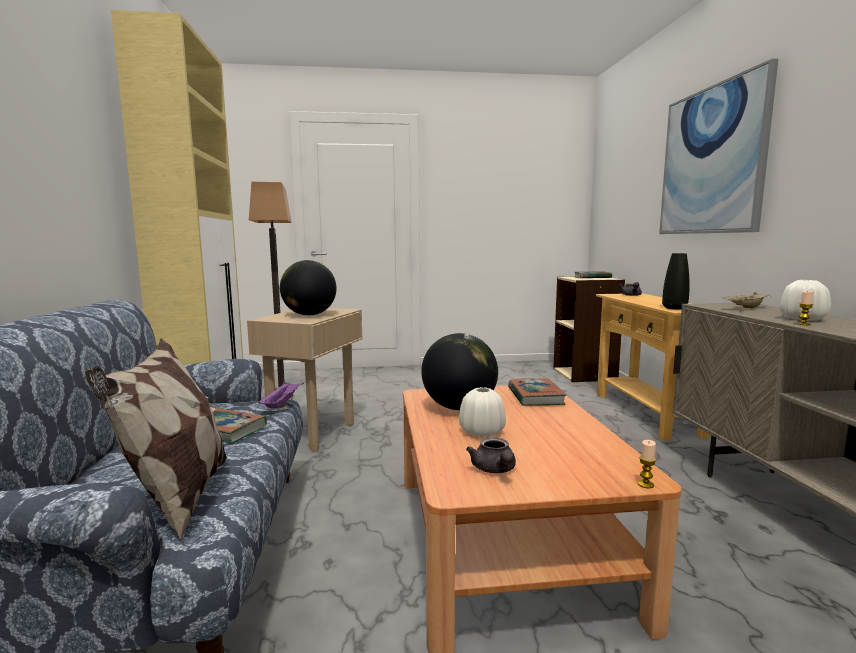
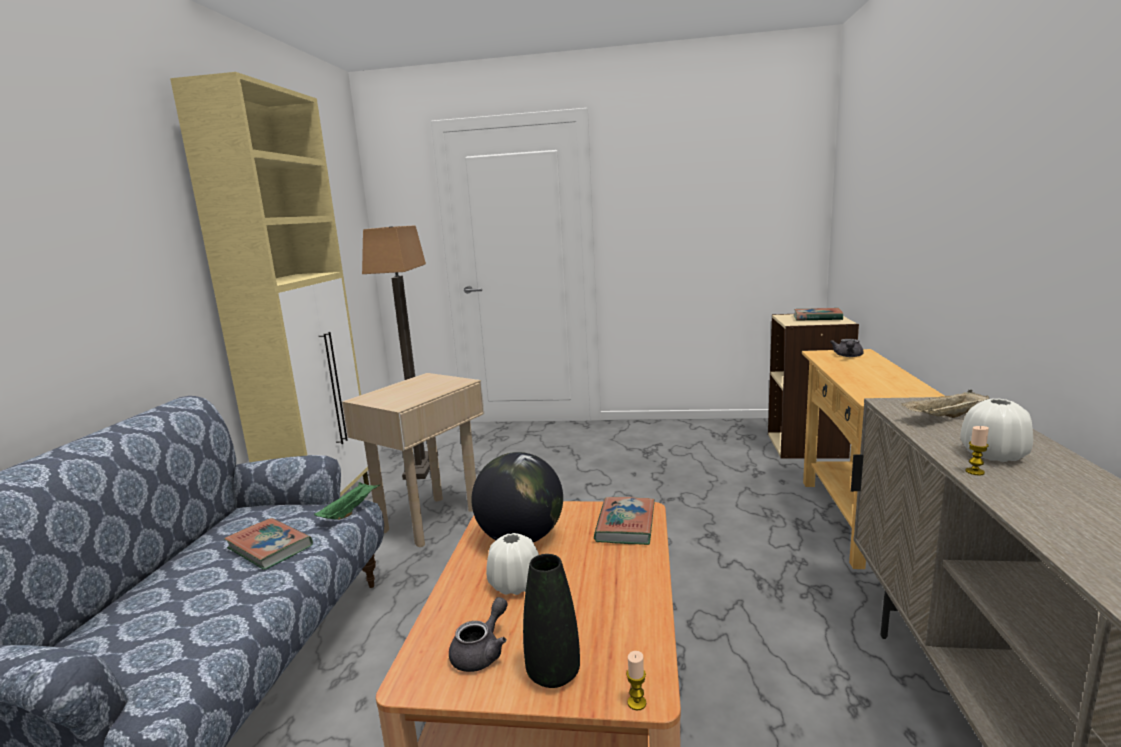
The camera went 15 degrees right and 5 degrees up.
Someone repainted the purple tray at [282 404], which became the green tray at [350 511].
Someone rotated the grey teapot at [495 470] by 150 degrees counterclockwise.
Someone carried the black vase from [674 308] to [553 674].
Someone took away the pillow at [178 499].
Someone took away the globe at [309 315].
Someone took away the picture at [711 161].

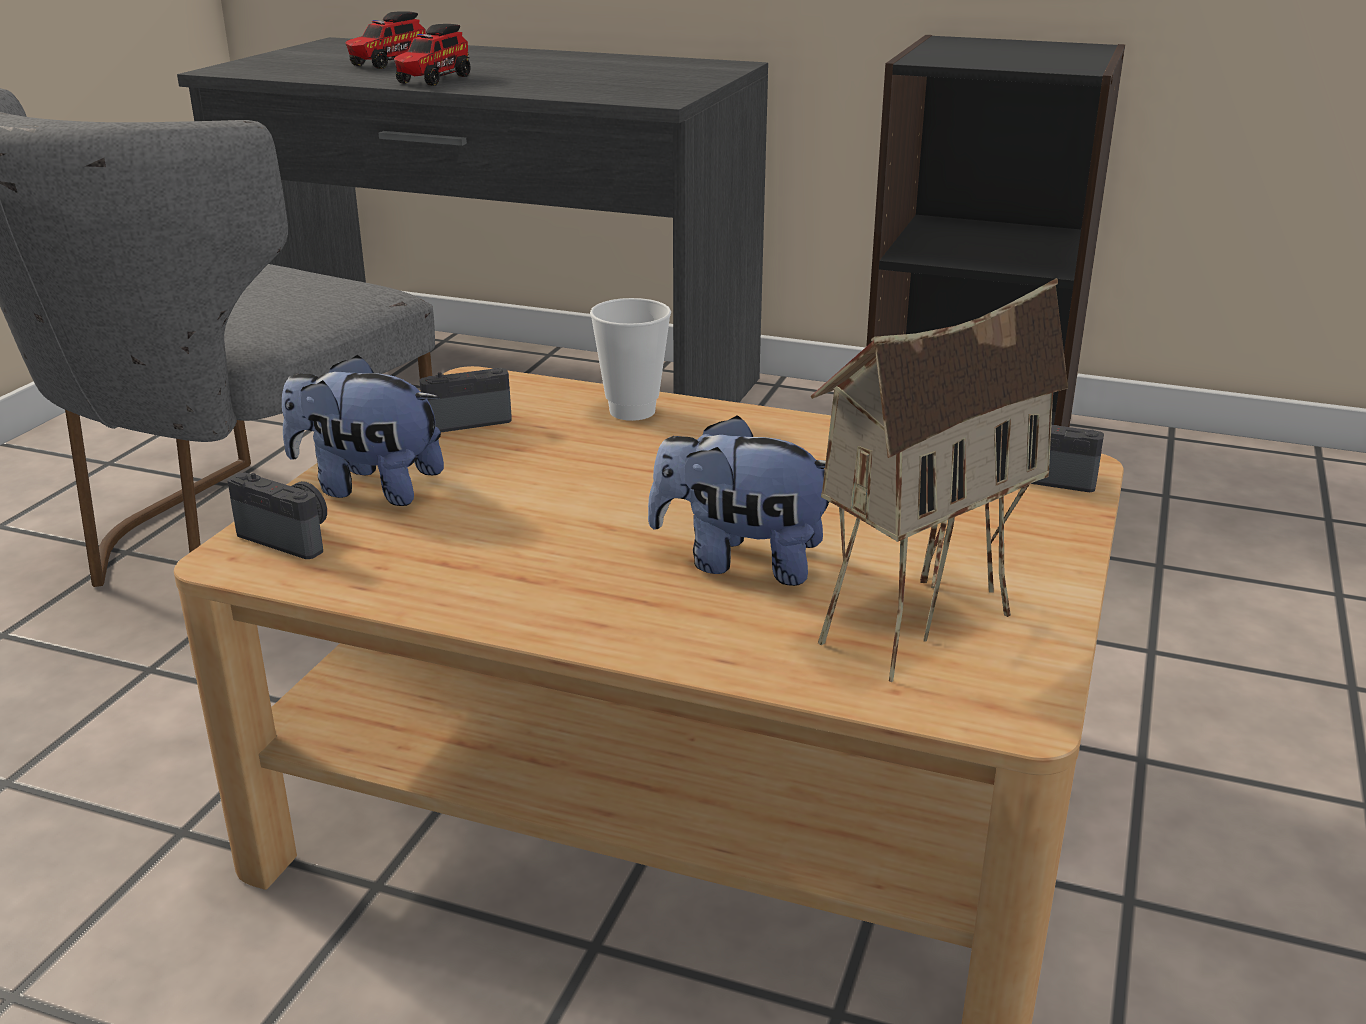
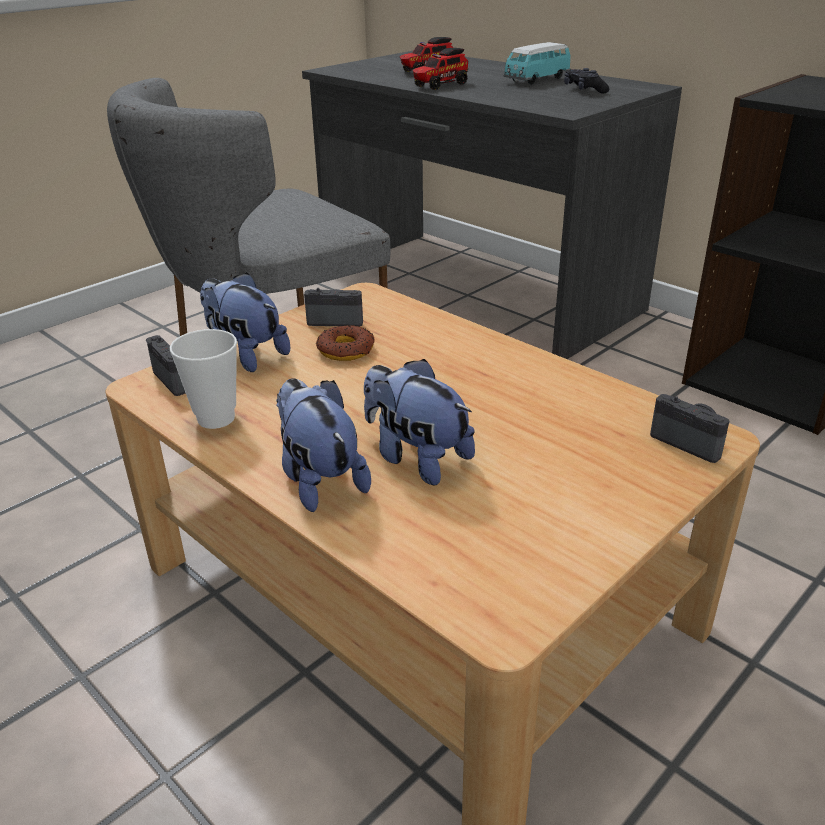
The camera went 25 degrees right and 5 degrees up.
Someone carried the cup from [632 411] to [216 418].
Someone put down the plush toy at [319 480].
Someone put down the donut at [346 350].
Someone put down the toy car at [537 80].
Someone put down the black game controller at [584 90].
Someone took away the toy house at [916 615].

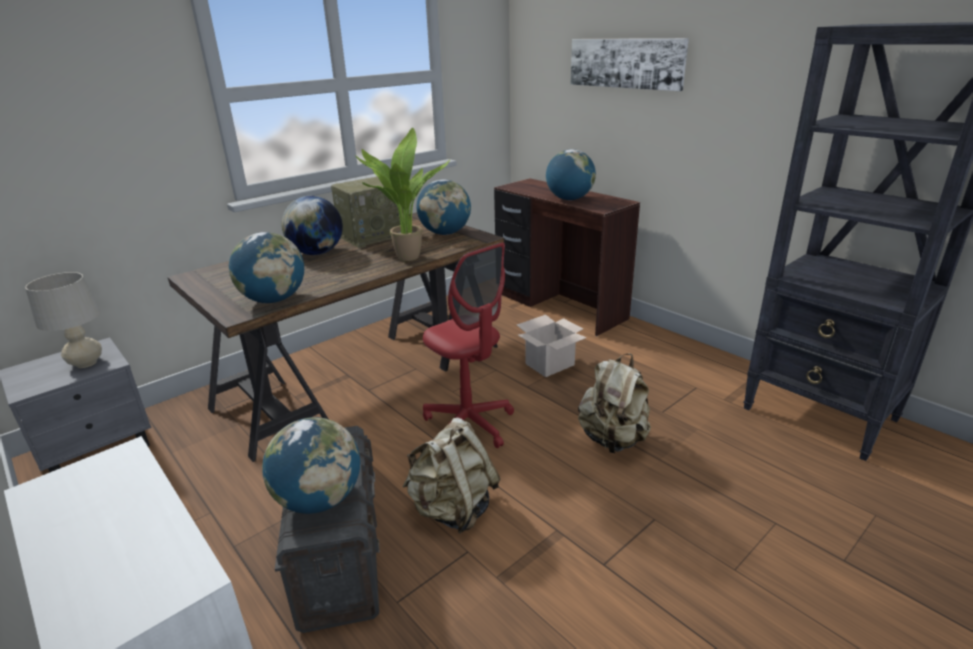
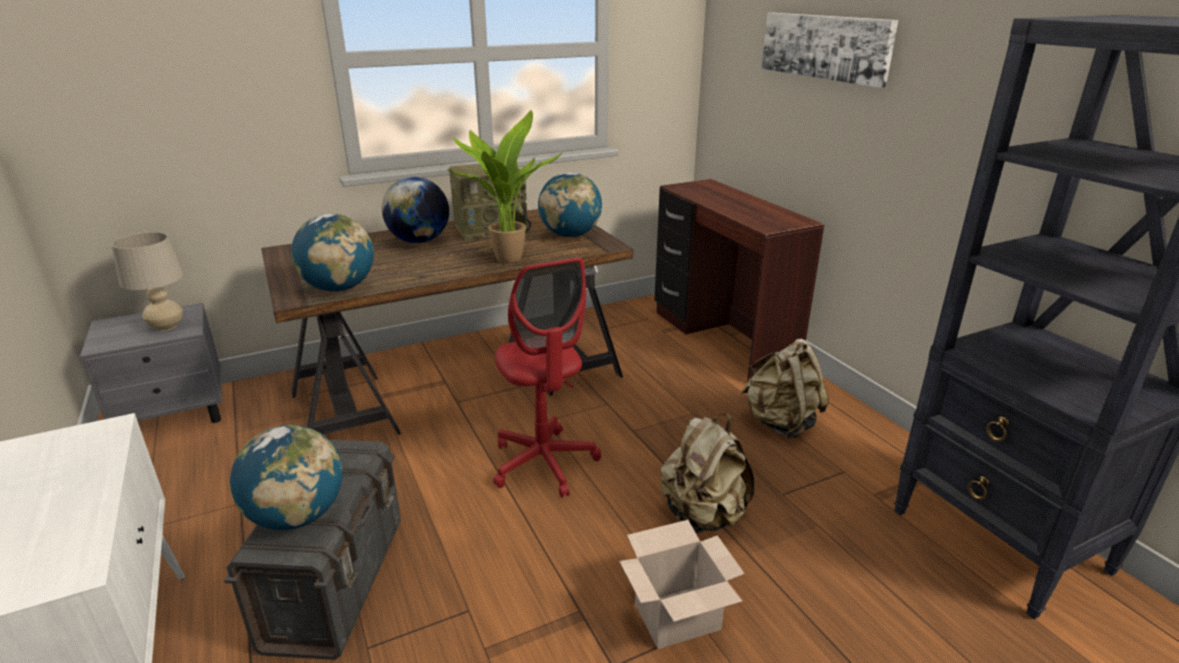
The camera went 15 degrees right and 0 degrees up.
Someone carried the cardboard box from [549 365] to [676 618].
Someone carried the beige backpack from [453 509] to [780 423].
Someone took away the globe at [569 199].

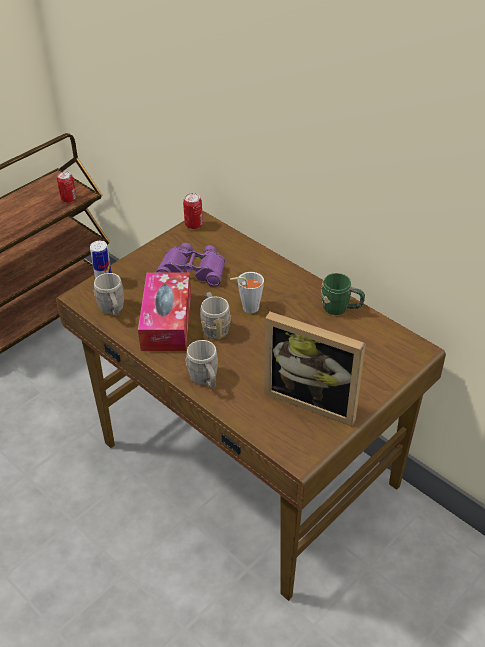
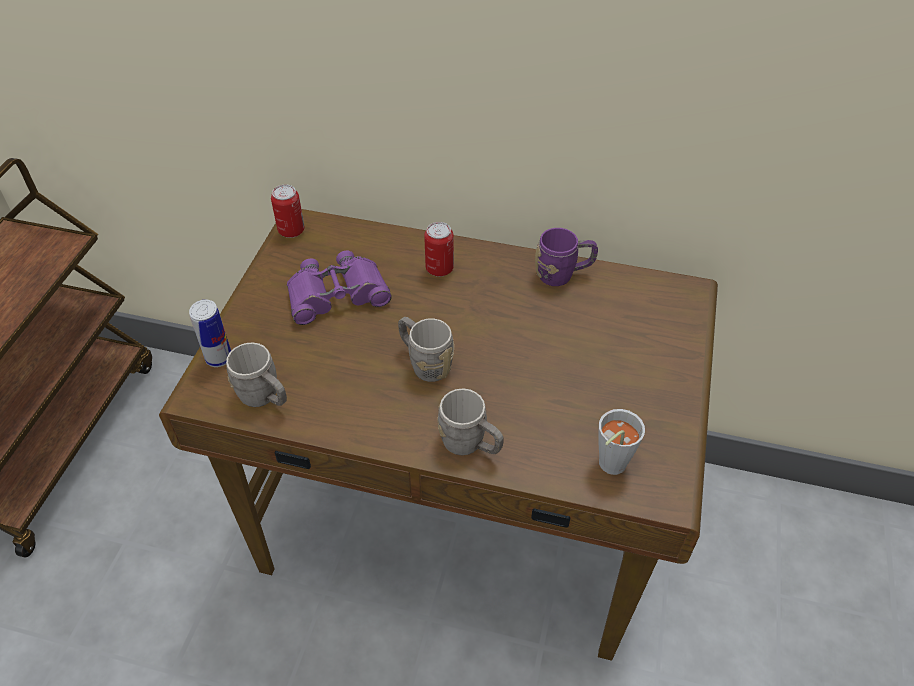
The camera went 30 degrees left and 5 degrees up.
Someone carried the can from [69 199] to [439 269].
Someone repainted the green mug at [341 309], which became the purple mug at [563 274].
Someone carried the grey cup from [246 308] to [608 467].
Someone took away the tissue box at [166 321].
Someone took away the picture frame at [313 398].

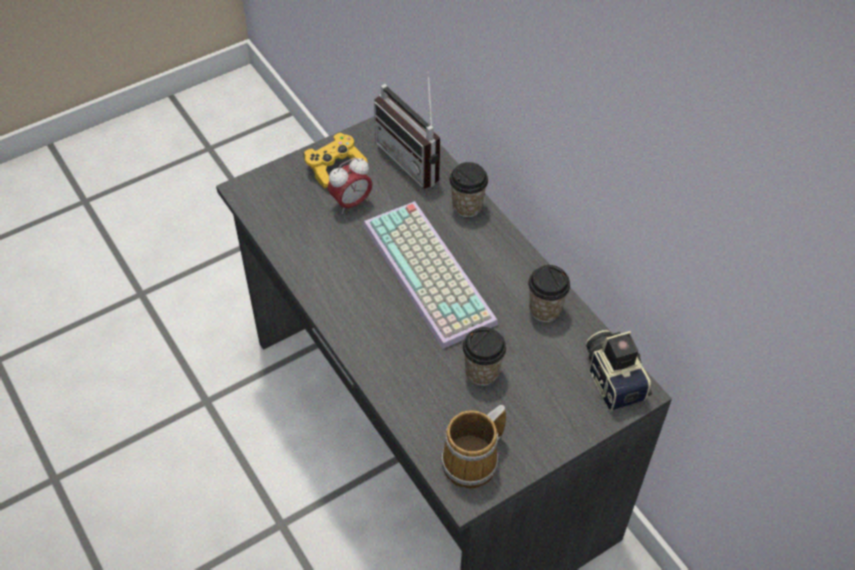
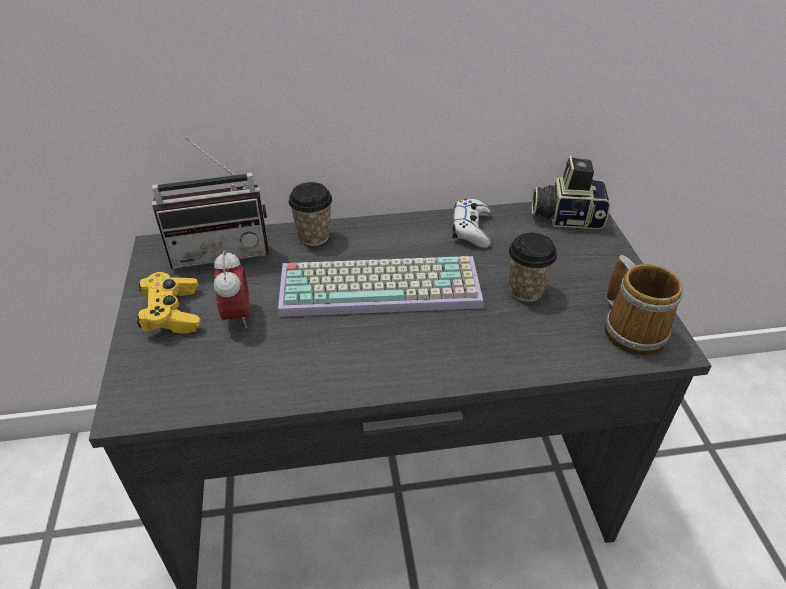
The camera went 65 degrees left and 10 degrees down.
Someone swapped the cup at [545 310] for the white game controller at [471 229].

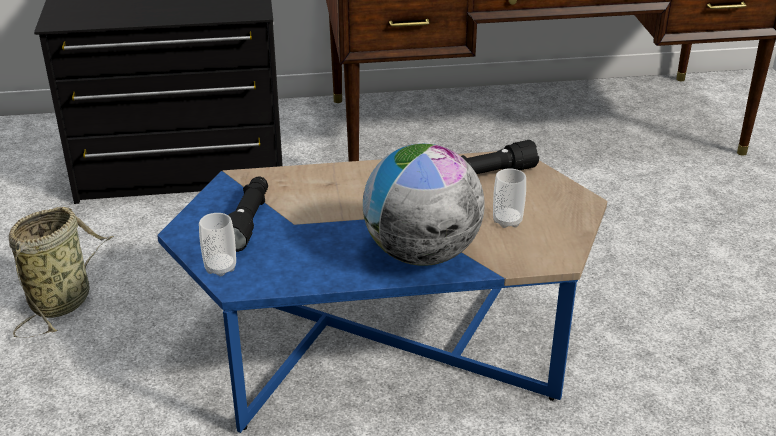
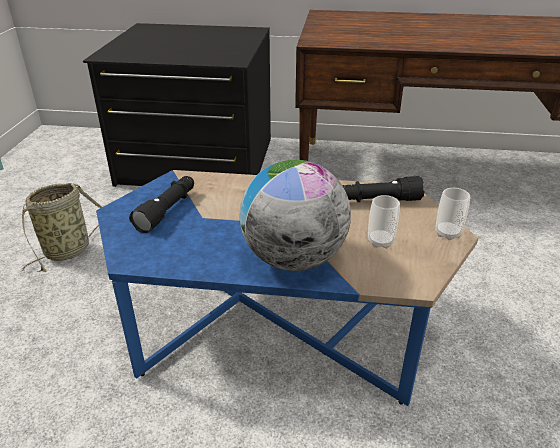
The camera went 15 degrees right and 0 degrees up.
Someone carried the cup from [220 268] to [447 233].

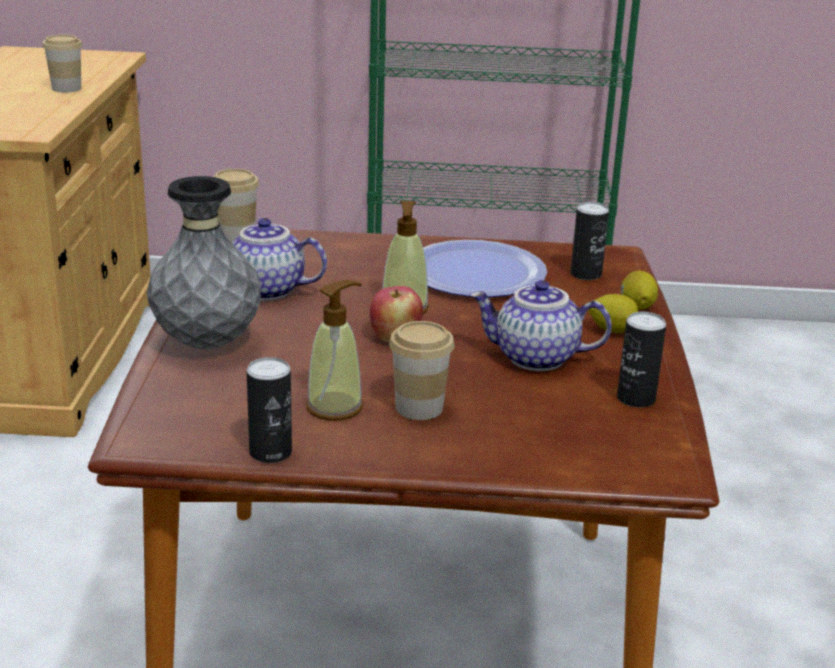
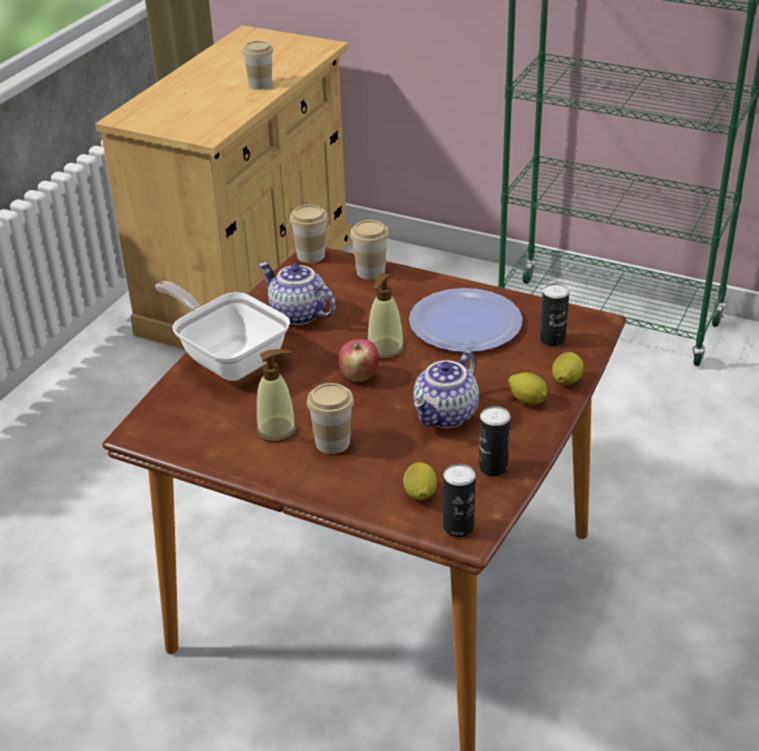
The camera went 25 degrees right and 10 degrees up.
Someone swapped the grey vase at [207 344] for the frying pan at [228 358].
Someone put down the cup at [370 272].
Someone put down the lemon at [419 495].
Someone rotated the teapot at [535 359] by 90 degrees counterclockwise.
Someone carried the can from [270 452] to [458 527].

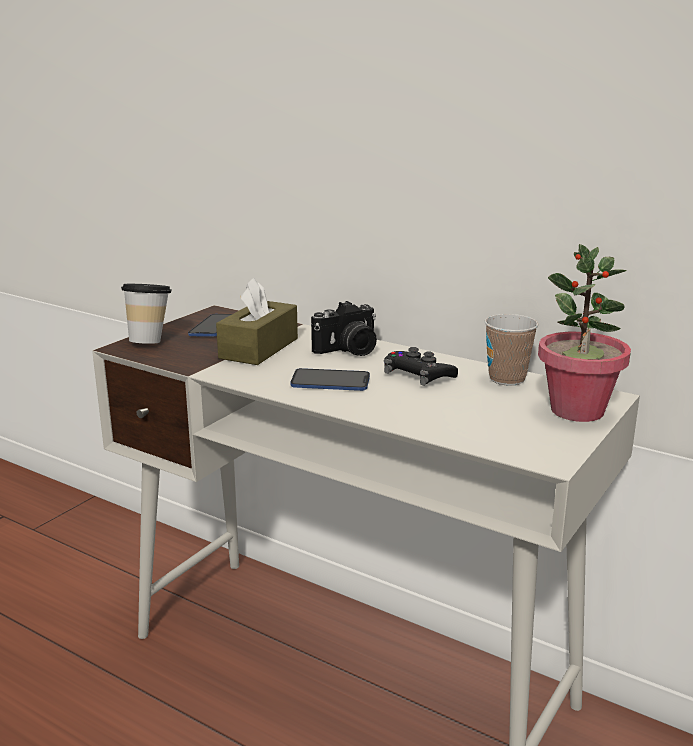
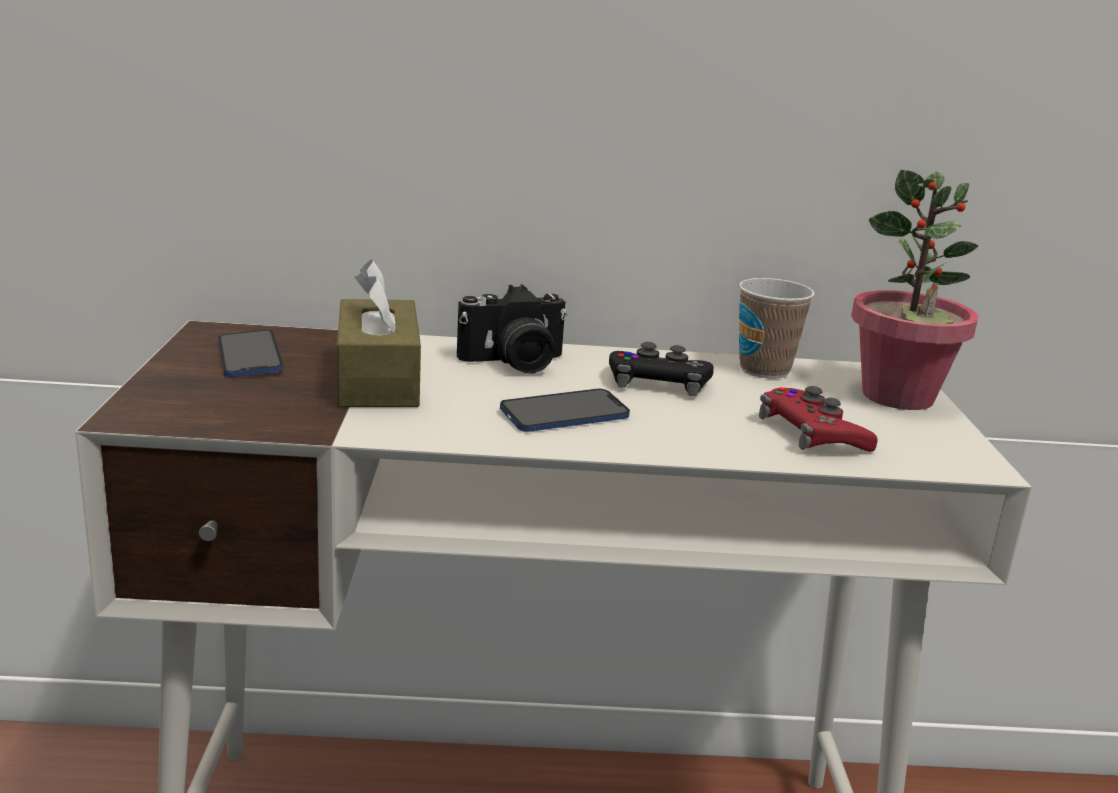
The camera went 35 degrees left and 0 degrees up.
Someone rotated the photo camera at [349 350] by 45 degrees clockwise.
Someone put down the red game controller at [812 433].
Someone took away the cup at [150 341].

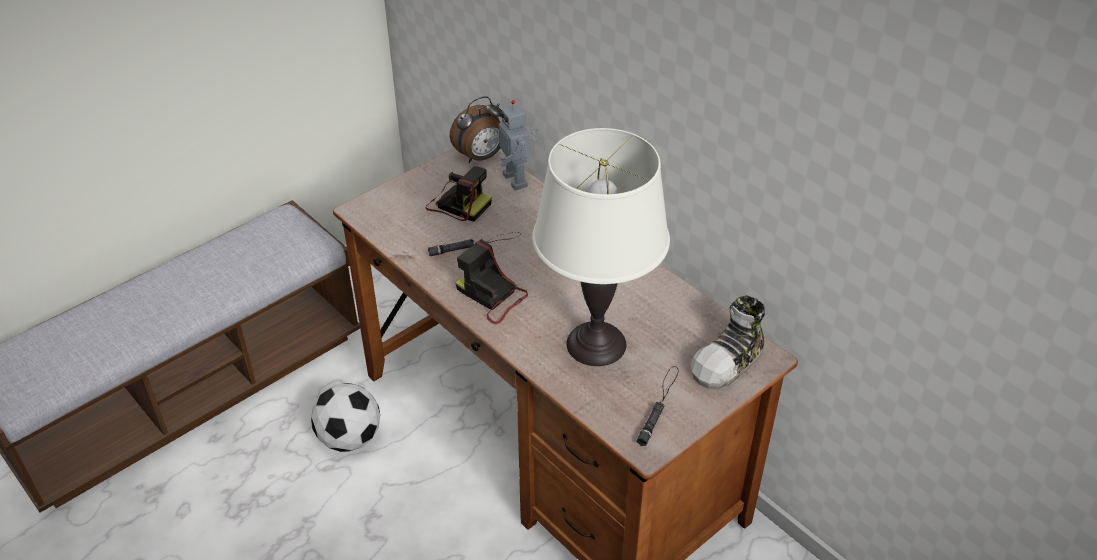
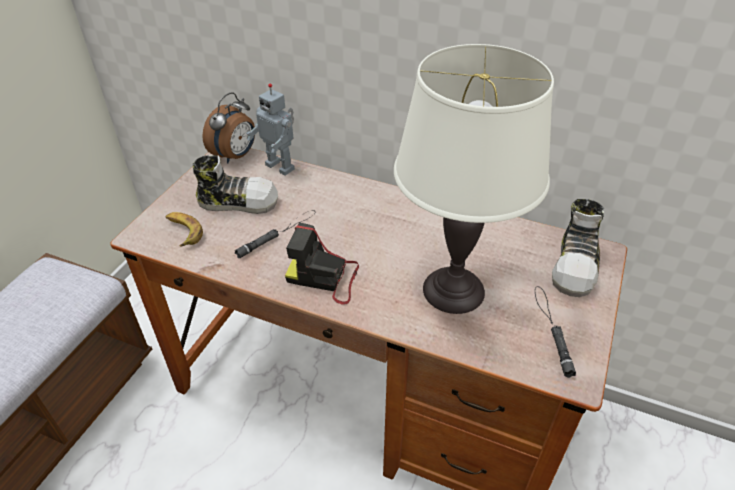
The camera went 25 degrees left and 0 degrees up.
Someone put down the banana at [183 231].
Someone swapped the photo camera at [458 203] for the shoe at [238 201].
Someone took away the football at [349 438].

